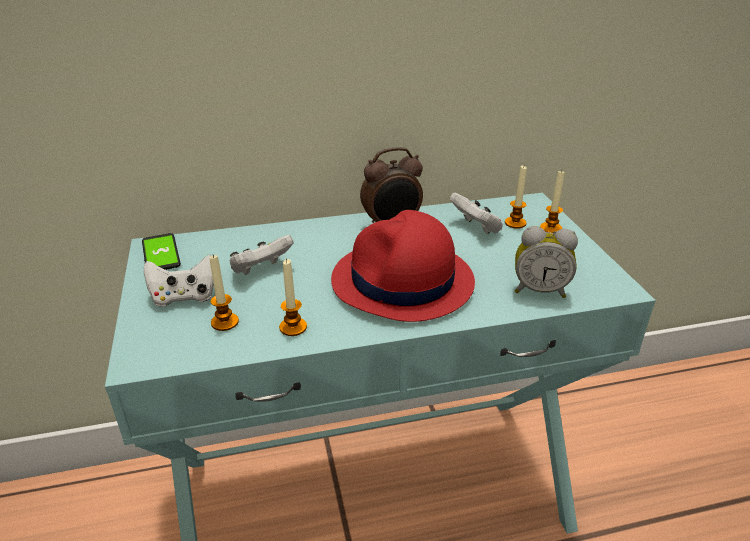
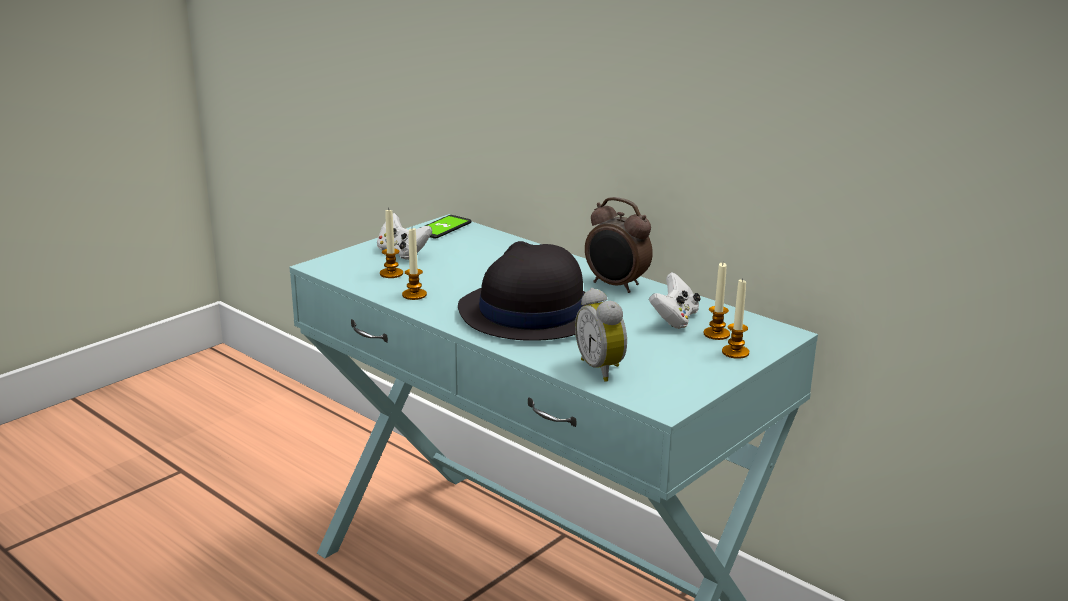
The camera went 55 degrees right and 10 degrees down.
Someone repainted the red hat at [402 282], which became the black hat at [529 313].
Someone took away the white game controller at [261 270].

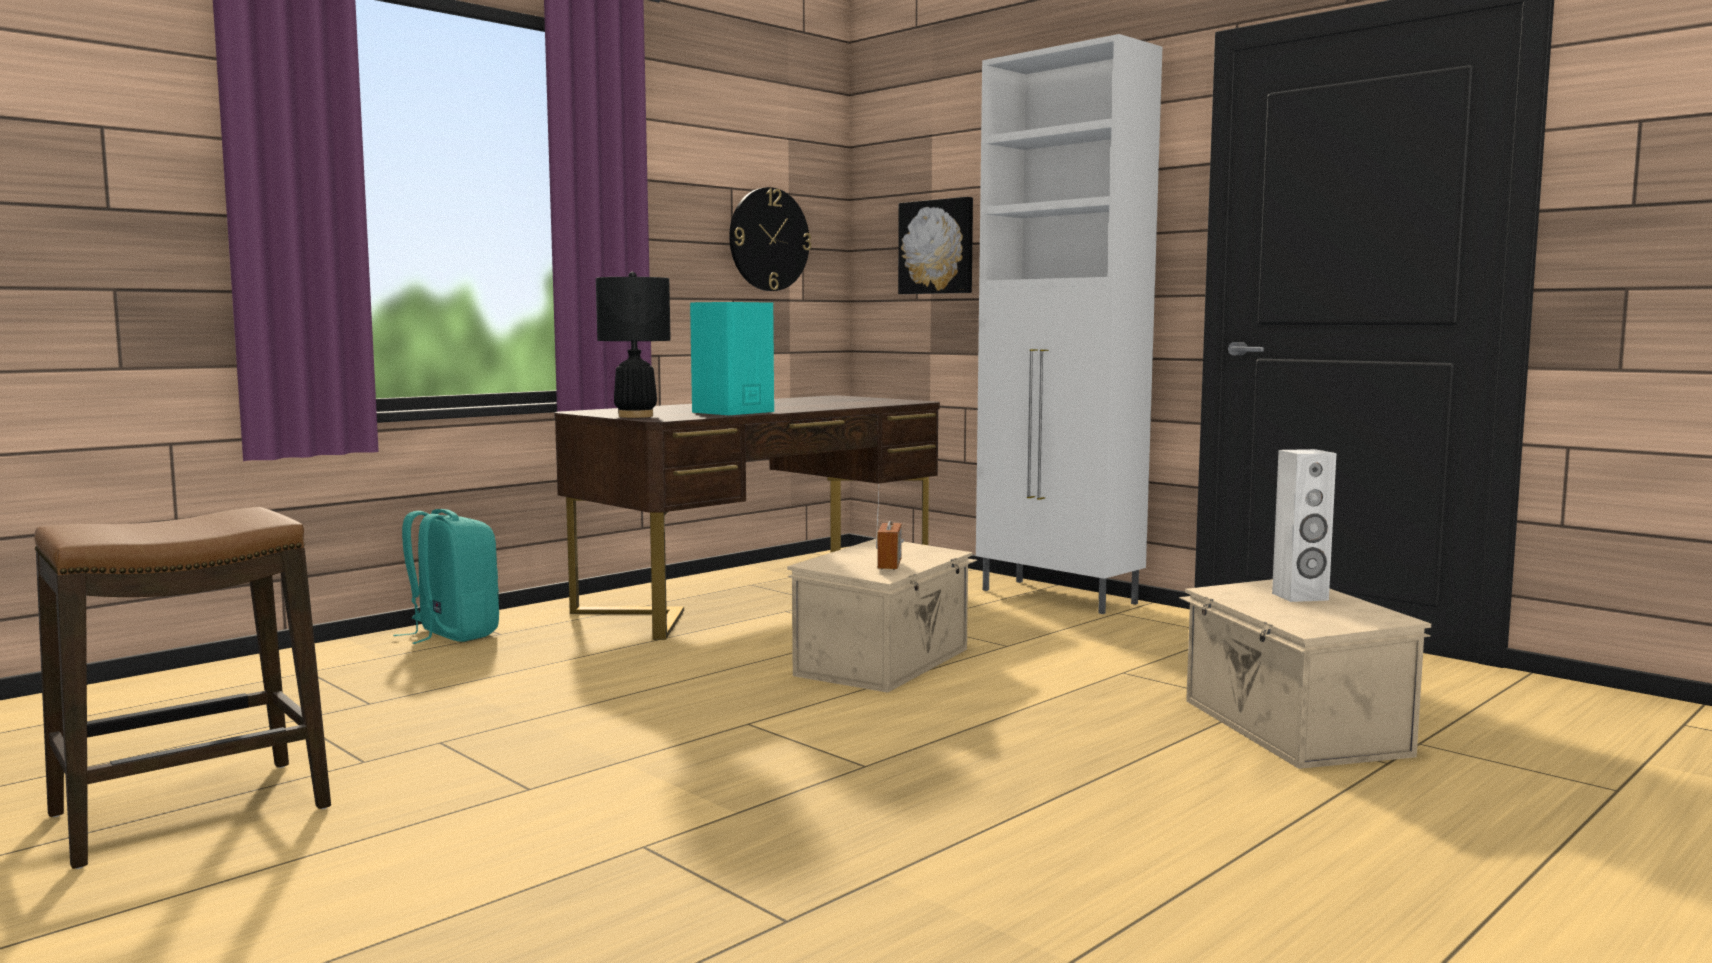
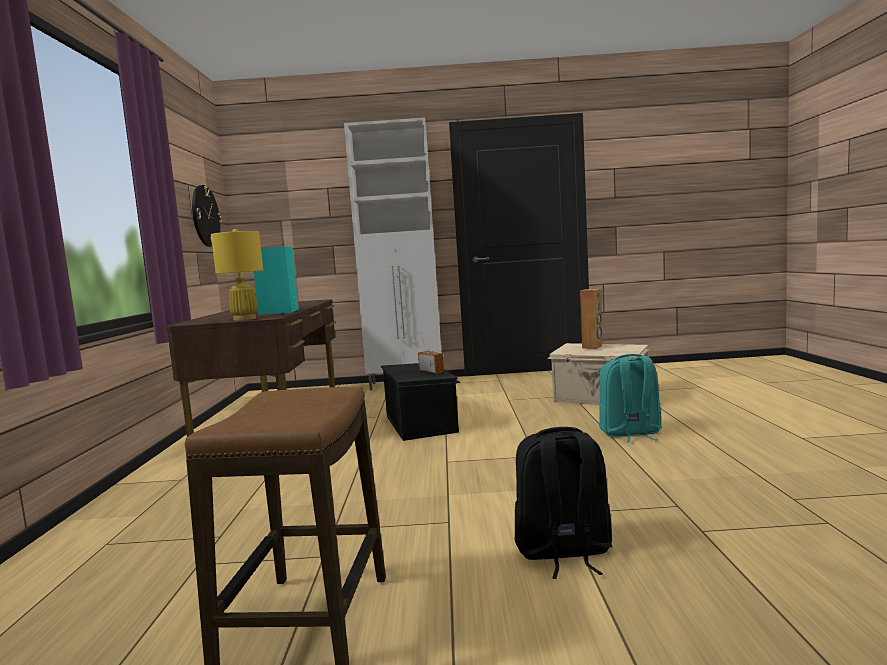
The camera went 45 degrees left and 0 degrees up.
Someone repainted the black table lamp at [636 416], which became the yellow table lamp at [245 319].
Someone repainted the beige storage box at [886 662], which became the black storage box at [421 423].
Someone put down the black backpack at [562 552].
Someone repainted the white speaker at [1300 597], which became the brown speaker at [592 347].
Someone carried the turquoise backpack from [452 634] to [630 433].
Someone took away the picture at [937 247].

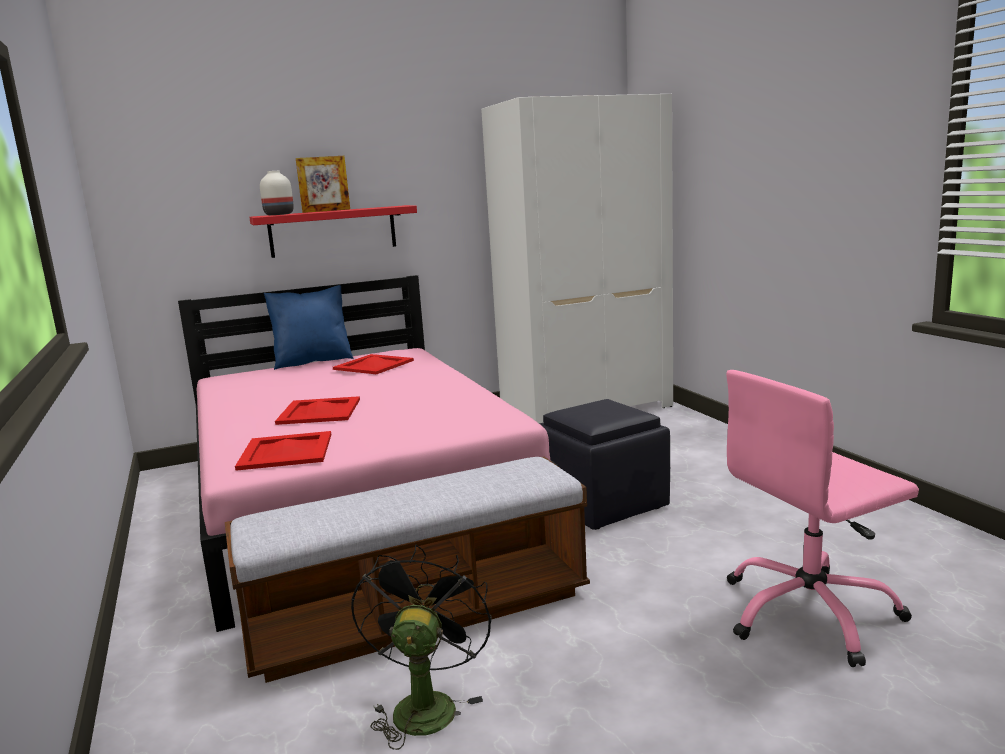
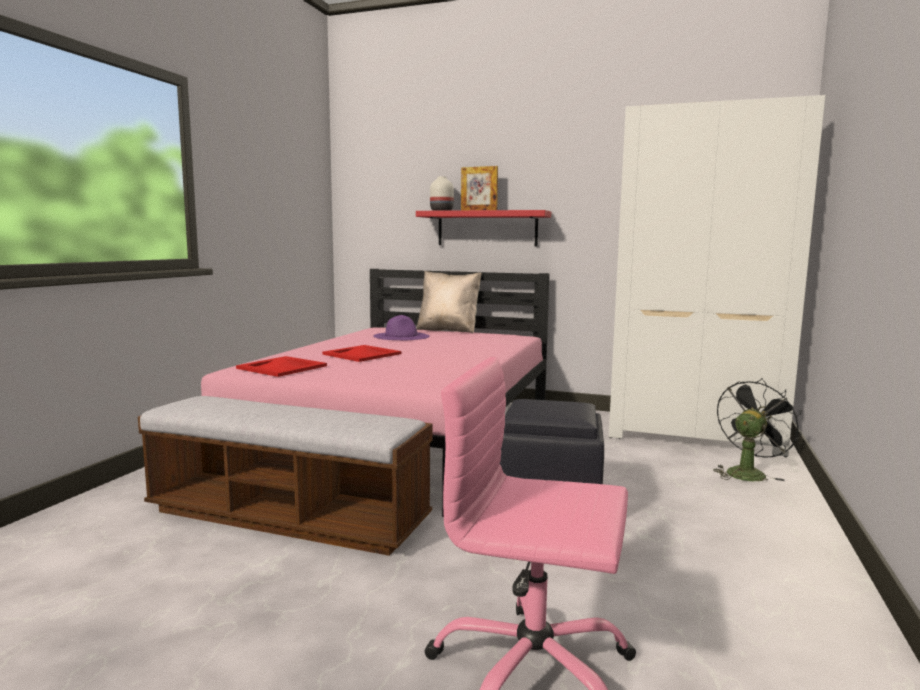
The camera went 40 degrees right and 5 degrees down.
Someone put down the purple hat at [401 336].
Someone repainted the blue pillow at [313 361], which became the beige pillow at [448 330].
Someone carried the black fan from [425 704] to [748 473].
Someone took away the red tray at [373 365].

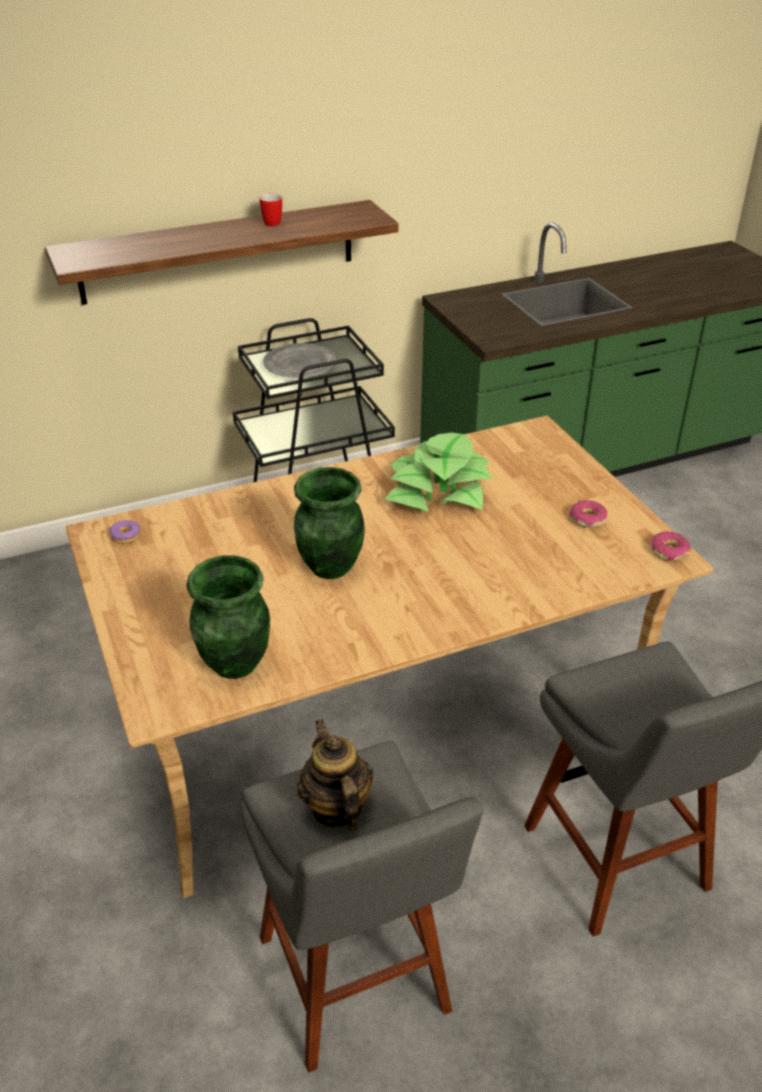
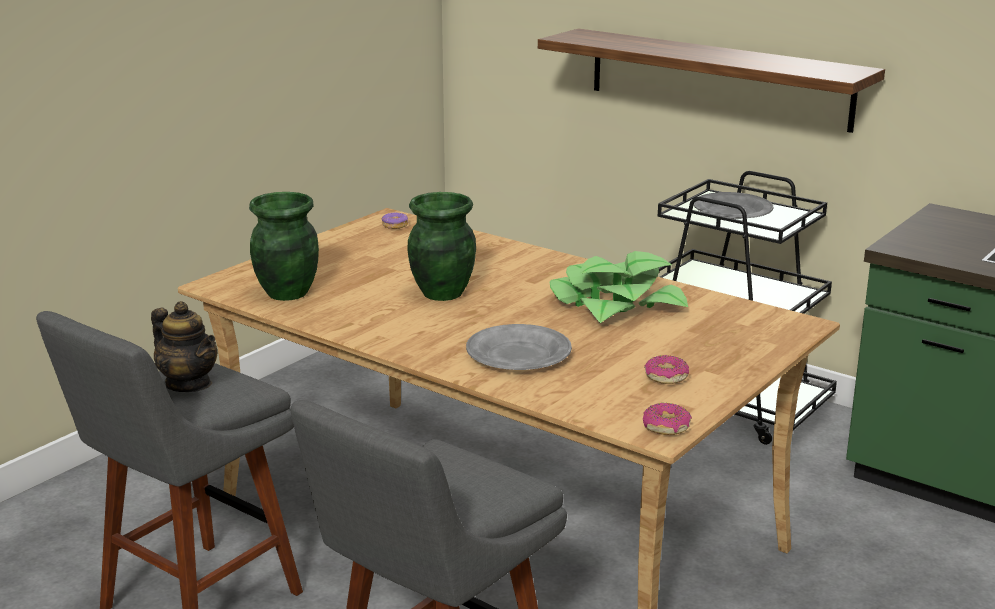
The camera went 60 degrees right and 15 degrees down.
Someone rotated the teapot at [336 807] by 90 degrees clockwise.
Someone put down the grey plate at [519 354].
Someone took away the mug at [271 222].

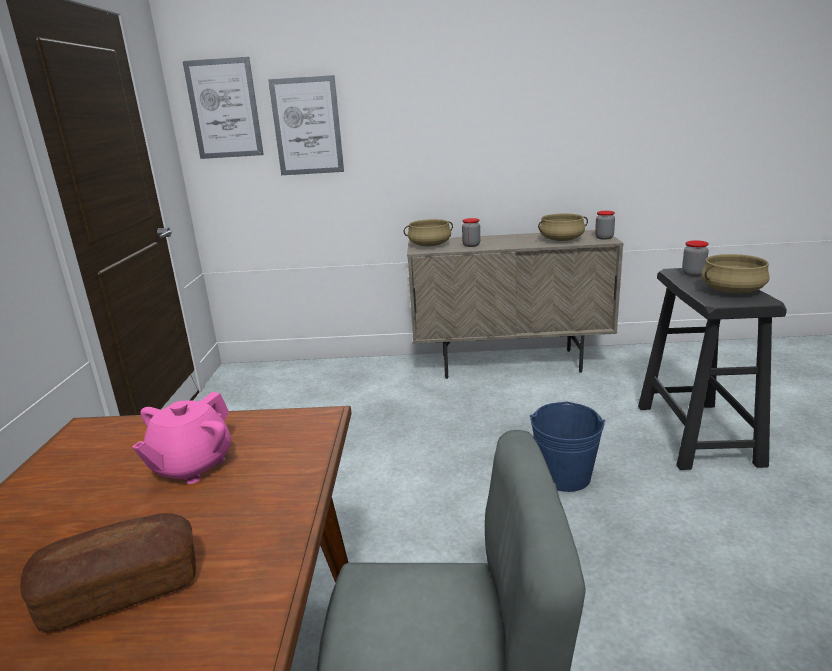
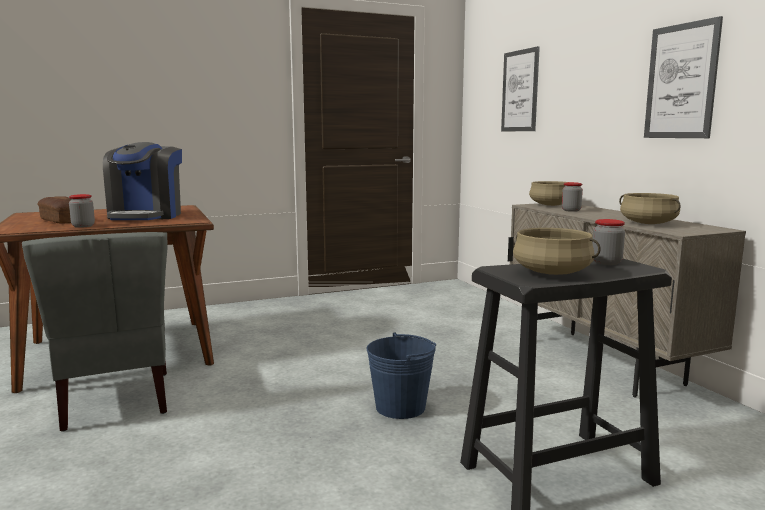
The camera went 65 degrees right and 10 degrees down.
Someone carried the jar from [604 238] to [83 226].
Someone swapped the pink teapot at [191 466] for the coffee machine at [146 216].
Someone carried the picture from [224 109] to [681 81].

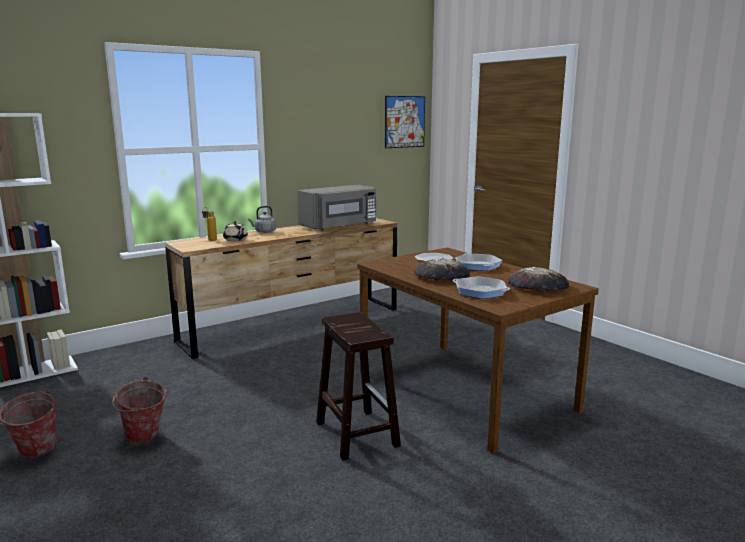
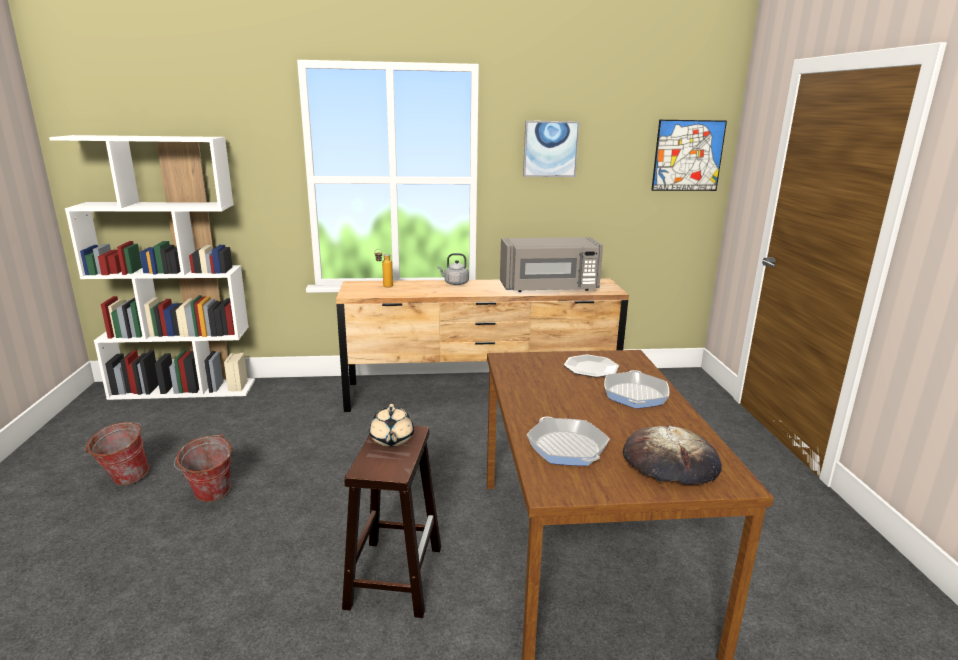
The camera went 30 degrees right and 5 degrees up.
Someone carried the beige teapot from [236 240] to [391 439].
Someone put up the picture at [550 149].
Someone took away the bread at [442 276].

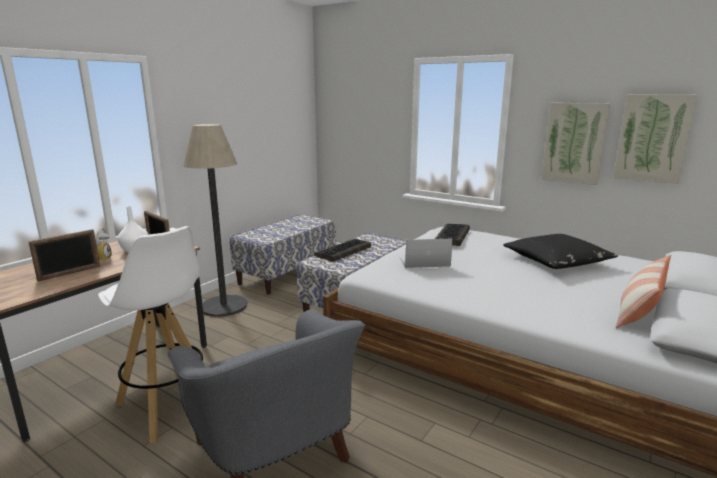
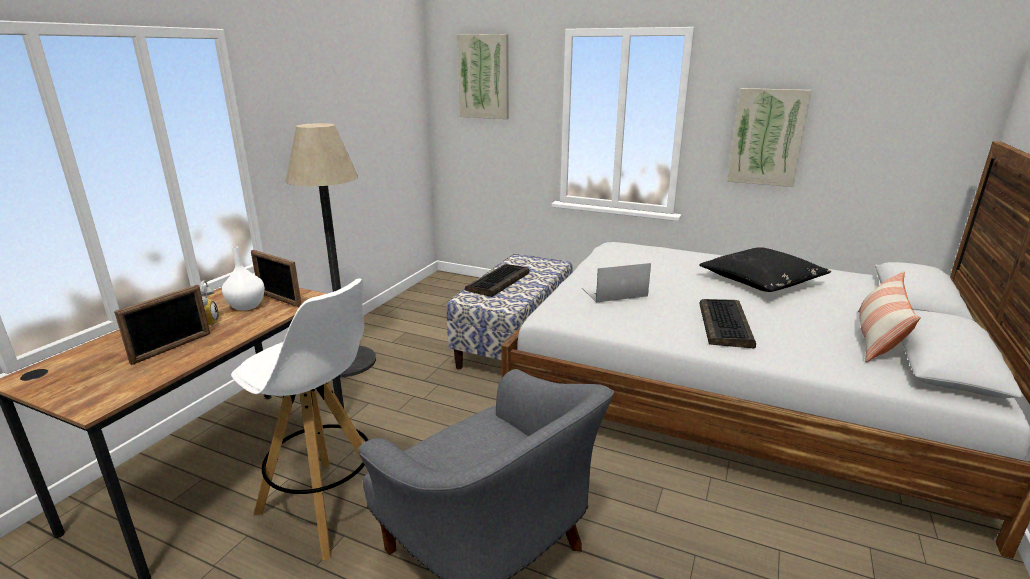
The camera went 10 degrees left and 5 degrees up.
Someone carried the picture from [653 138] to [484 77].
Someone carried the keyboard from [452 236] to [726 325].
Someone took away the bench at [287 273].

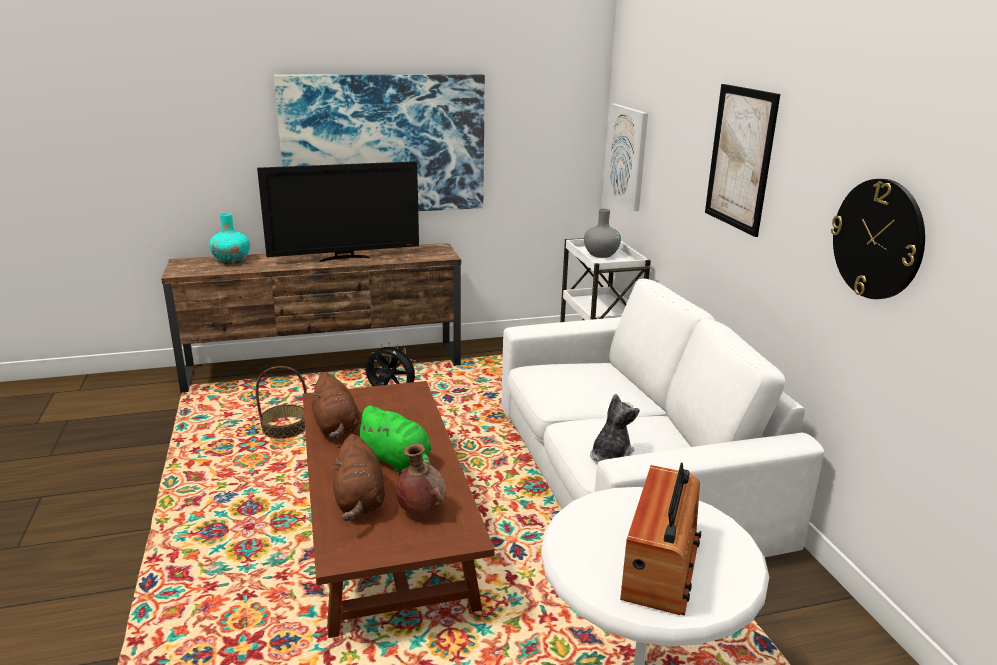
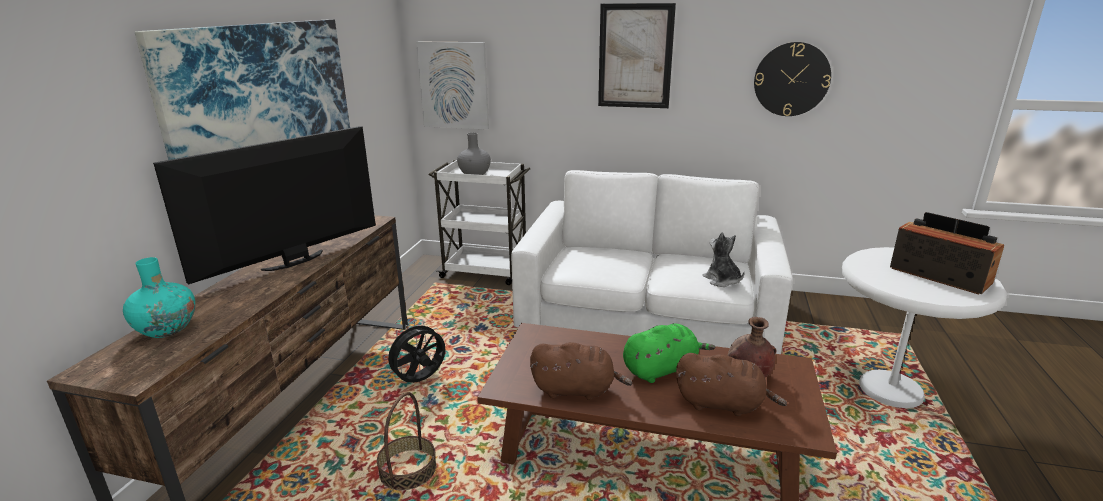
The camera went 60 degrees left and 0 degrees up.
Someone rotated the television at [344 258] by 150 degrees counterclockwise.

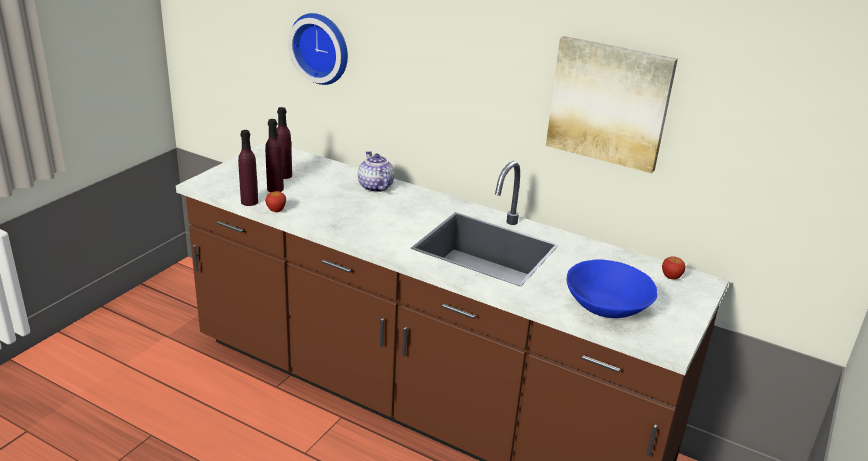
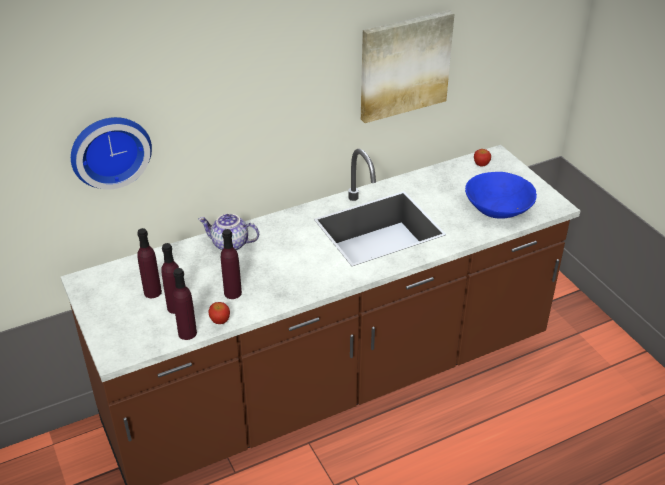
The camera went 55 degrees left and 10 degrees up.
Someone put down the purple bottle at [233 293].

